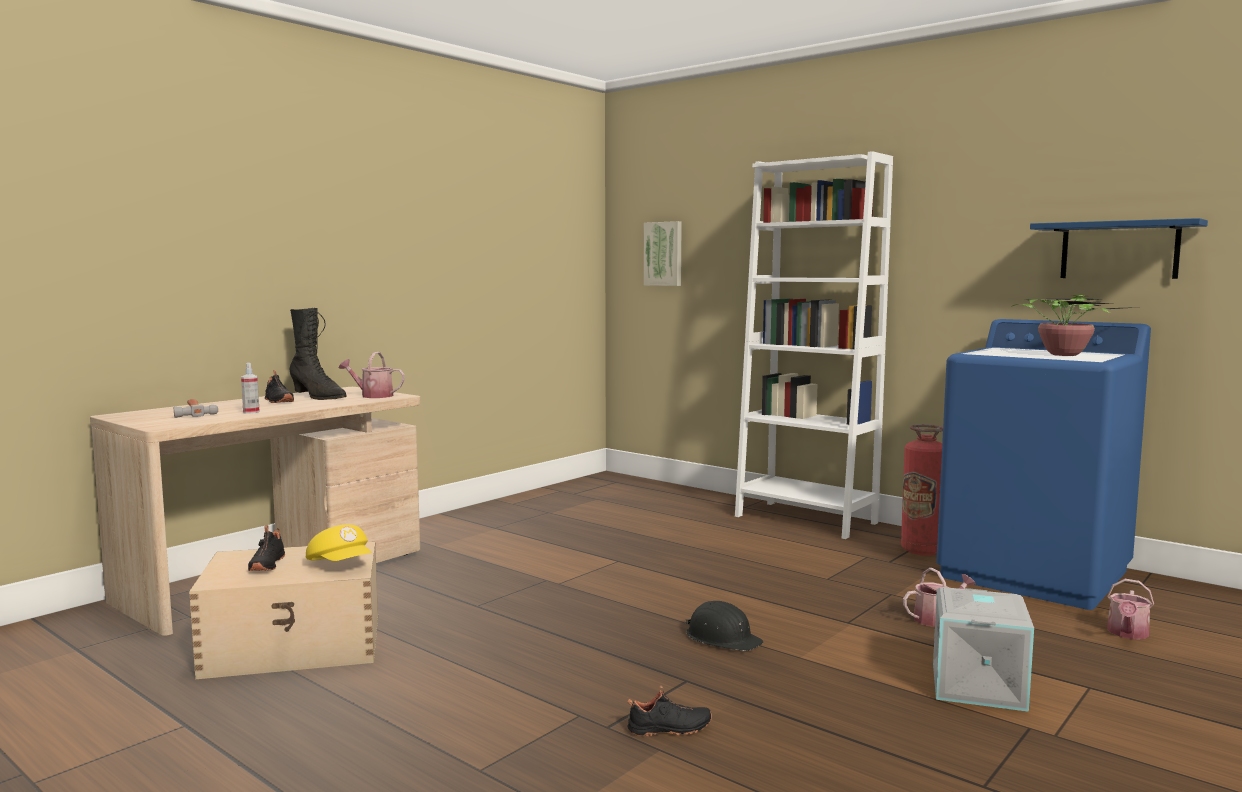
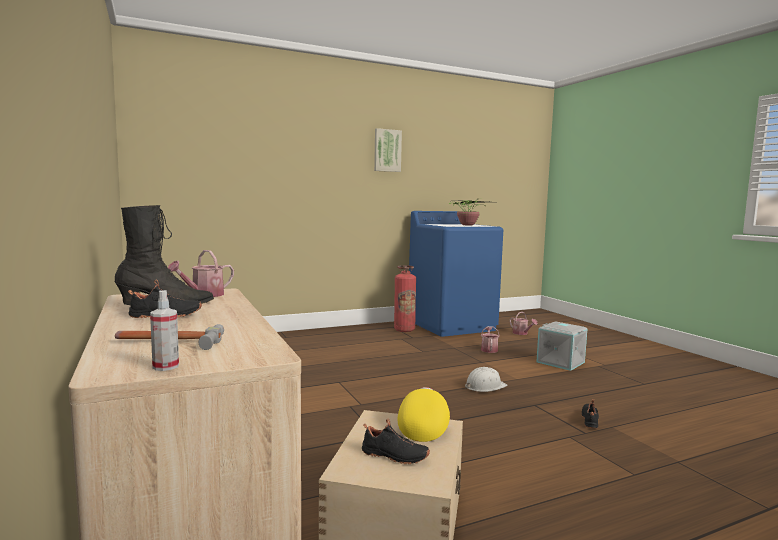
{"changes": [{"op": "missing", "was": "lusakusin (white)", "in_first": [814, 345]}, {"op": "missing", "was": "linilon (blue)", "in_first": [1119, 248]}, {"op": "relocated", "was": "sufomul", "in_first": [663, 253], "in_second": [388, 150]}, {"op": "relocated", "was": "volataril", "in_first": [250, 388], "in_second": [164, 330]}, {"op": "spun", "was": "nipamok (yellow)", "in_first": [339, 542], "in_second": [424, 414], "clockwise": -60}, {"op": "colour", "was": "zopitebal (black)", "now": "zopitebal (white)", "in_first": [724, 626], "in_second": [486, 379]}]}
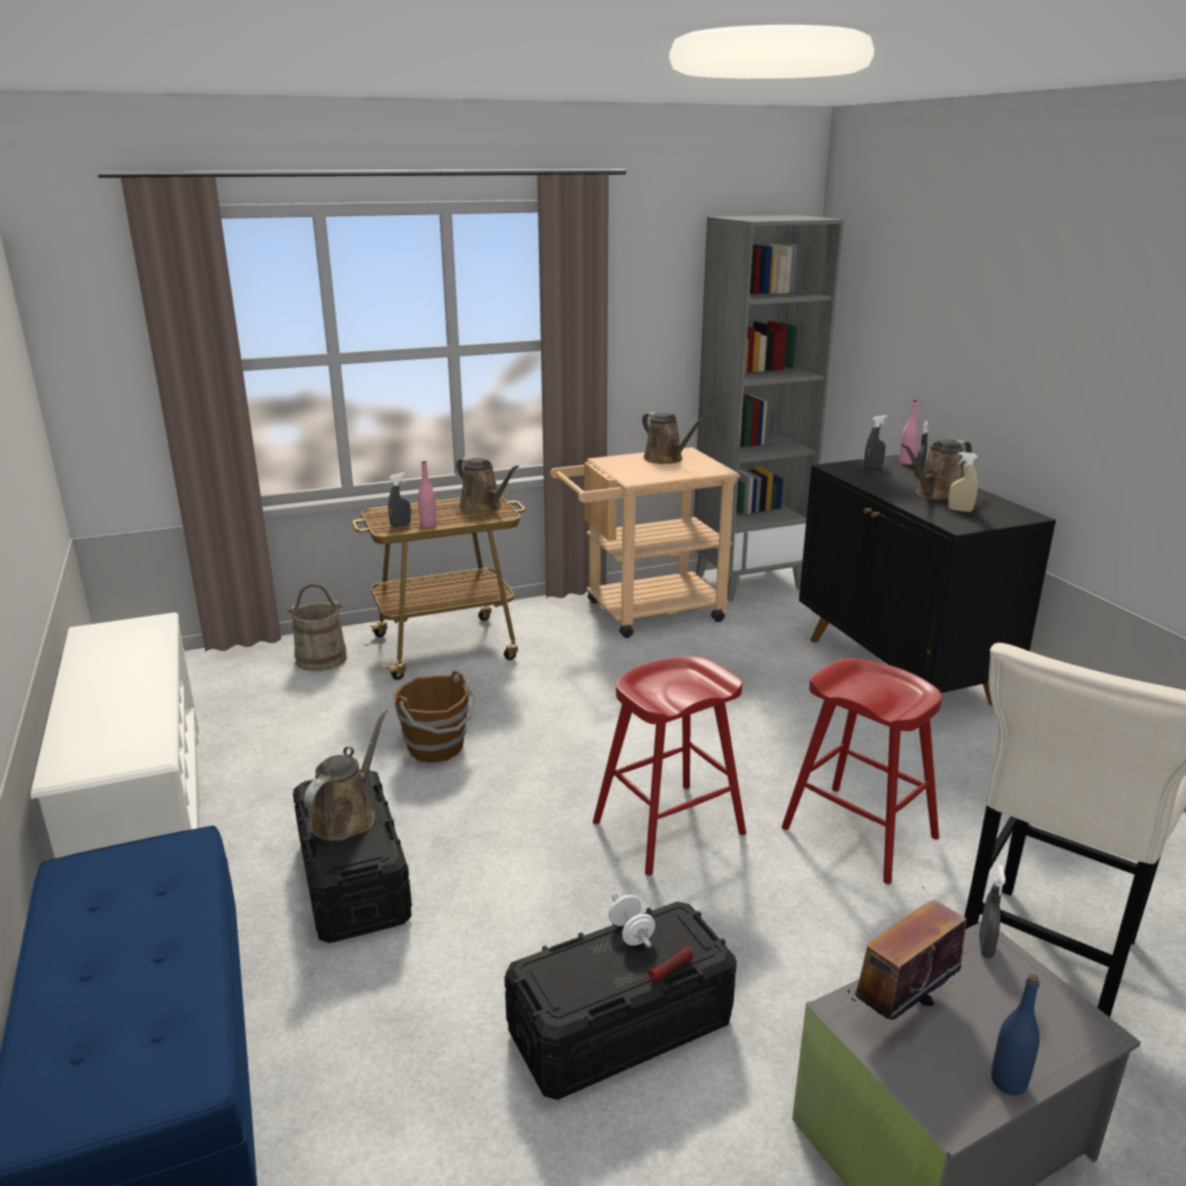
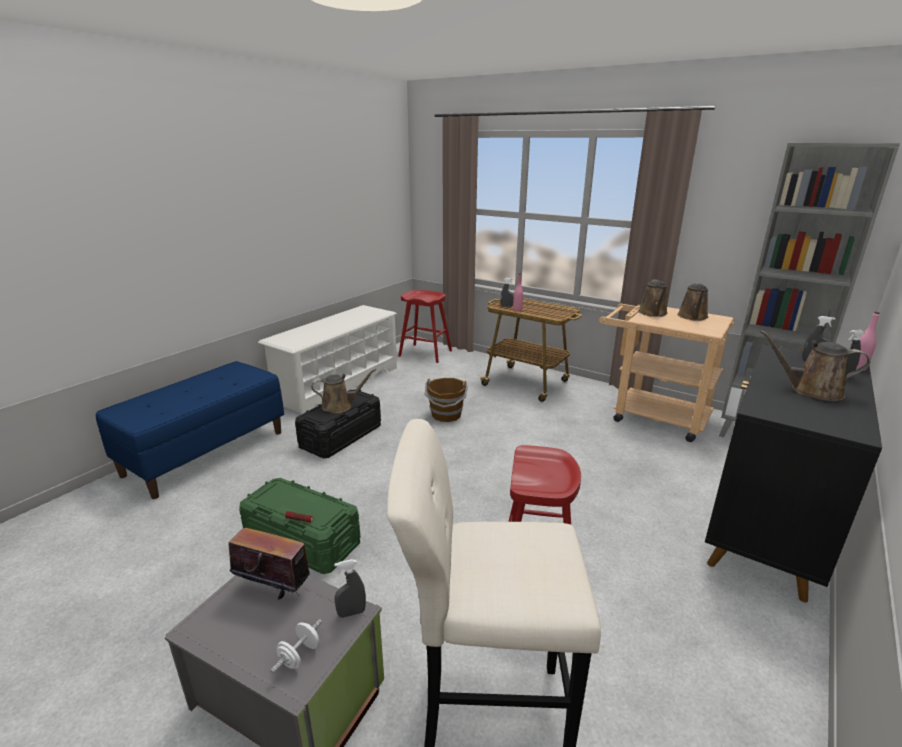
{"changes": [{"op": "missing", "was": "volataril (beige)", "in_first": [963, 482]}, {"op": "relocated", "was": "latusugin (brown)", "in_first": [487, 485], "in_second": [653, 298]}, {"op": "missing", "was": "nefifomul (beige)", "in_first": [317, 627]}, {"op": "relocated", "was": "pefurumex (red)", "in_first": [669, 766], "in_second": [425, 326]}, {"op": "relocated", "was": "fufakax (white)", "in_first": [632, 921], "in_second": [296, 646]}, {"op": "colour", "was": "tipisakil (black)", "now": "tipisakil (green)", "in_first": [620, 1001], "in_second": [299, 526]}, {"op": "missing", "was": "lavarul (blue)", "in_first": [1015, 1034]}]}
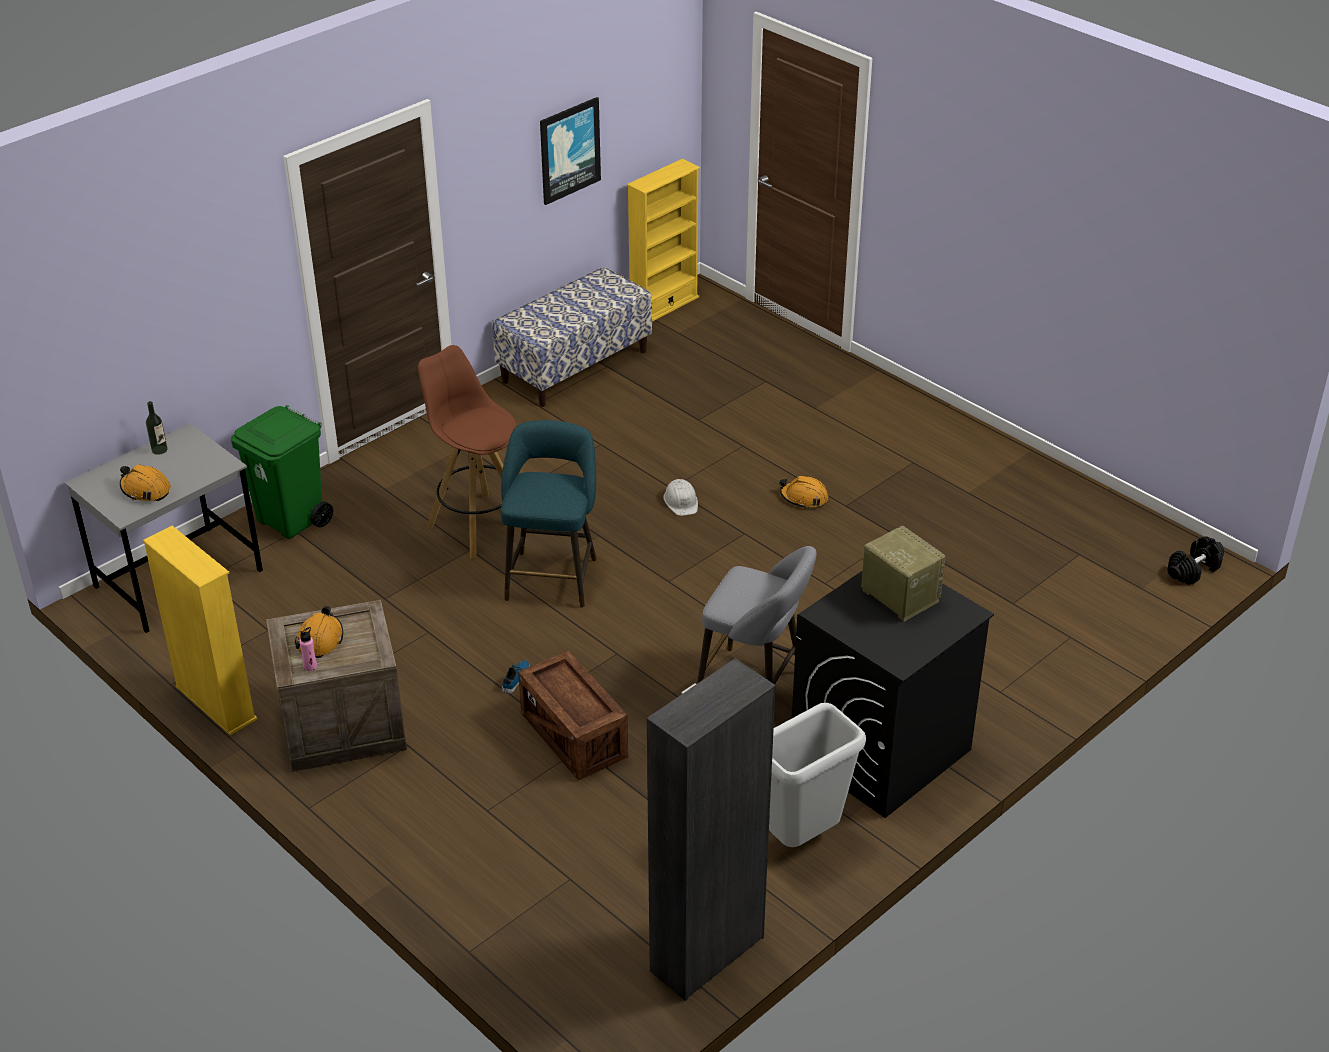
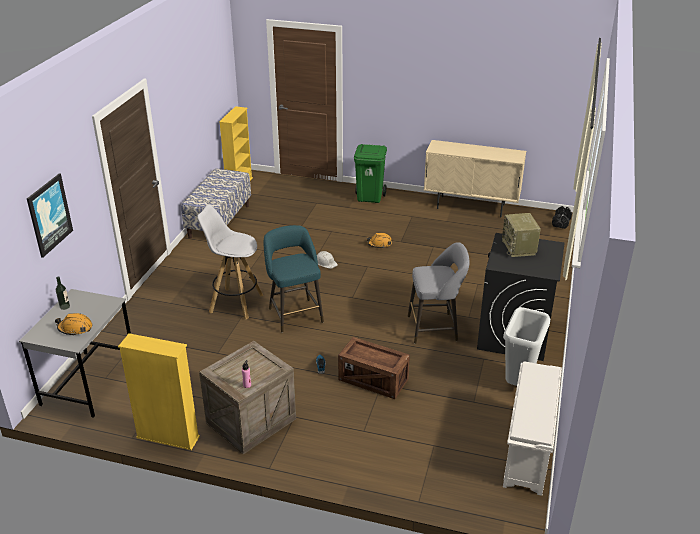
{"changes": [{"op": "relocated", "was": "sufomul", "in_first": [570, 151], "in_second": [50, 216]}, {"op": "colour", "was": "pefurumex (brown)", "now": "pefurumex (white)", "in_first": [467, 451], "in_second": [230, 261]}, {"op": "relocated", "was": "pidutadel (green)", "in_first": [282, 472], "in_second": [370, 173]}, {"op": "spun", "was": "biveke", "in_first": [903, 574], "in_second": [521, 235], "clockwise": -120}, {"op": "missing", "was": "zopitebal (orange)", "in_first": [318, 632]}, {"op": "exchanged", "was": "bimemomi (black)", "now": "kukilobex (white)", "in_first": [711, 829], "in_second": [532, 428]}, {"op": "appeared", "now": "bimemomi (beige)", "in_second": [475, 179]}]}
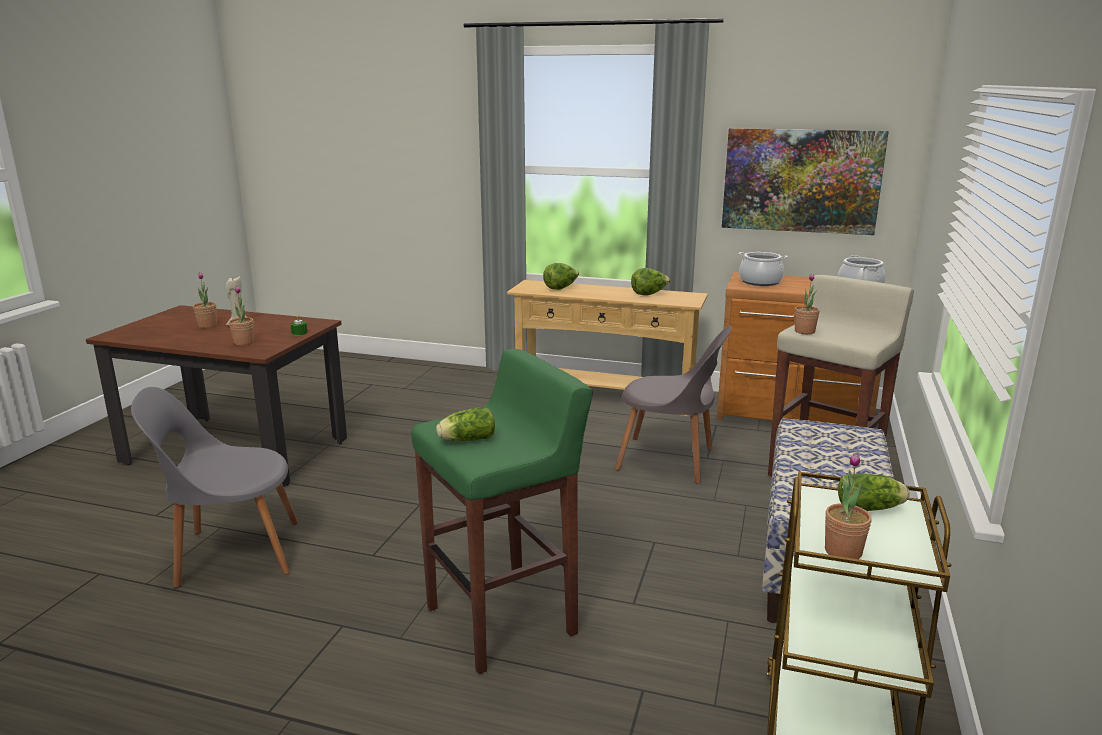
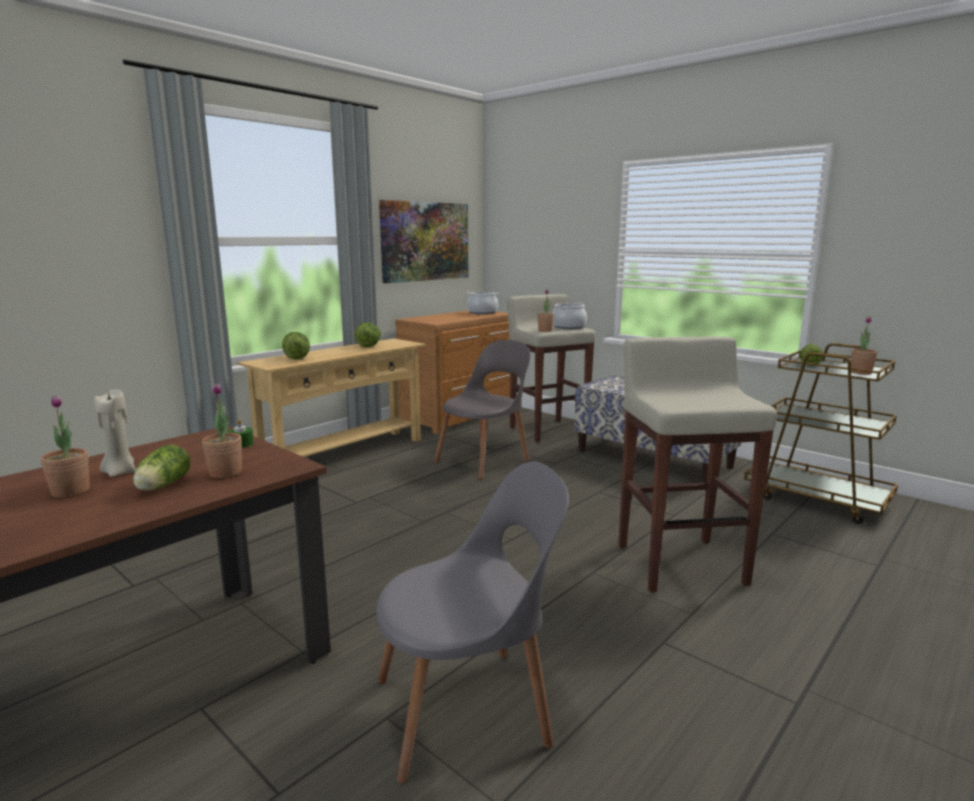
{"changes": [{"op": "relocated", "was": "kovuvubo", "in_first": [763, 269], "in_second": [569, 316]}, {"op": "colour", "was": "pefurumex (green)", "now": "pefurumex (beige)", "in_first": [502, 511], "in_second": [697, 464]}, {"op": "spun", "was": "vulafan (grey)", "in_first": [214, 487], "in_second": [472, 622], "clockwise": -120}, {"op": "relocated", "was": "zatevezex", "in_first": [465, 424], "in_second": [161, 468]}]}
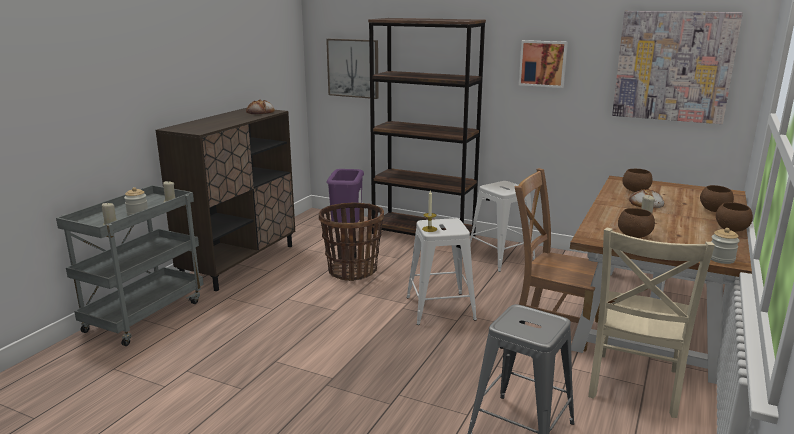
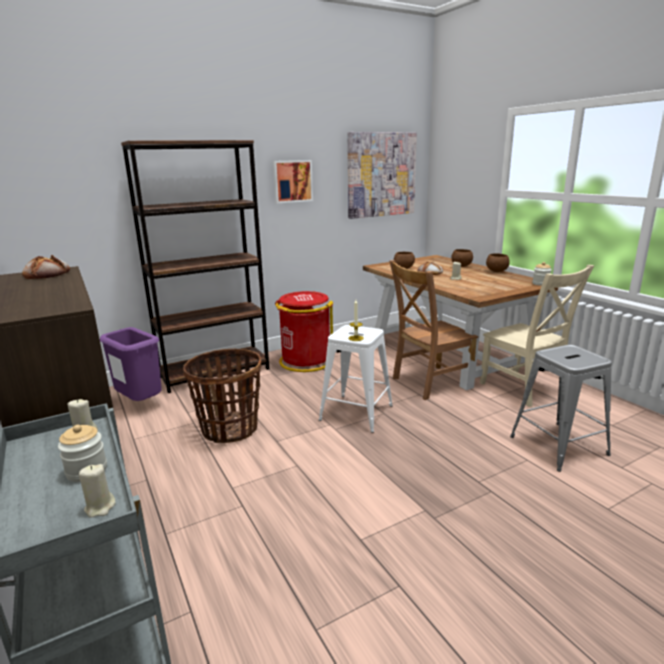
{"changes": [{"op": "missing", "was": "sufomul", "in_first": [352, 69]}, {"op": "exchanged", "was": "pefurumex (white)", "now": "pidutadel (red)", "in_first": [502, 226], "in_second": [304, 331]}, {"op": "missing", "was": "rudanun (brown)", "in_first": [636, 223]}]}
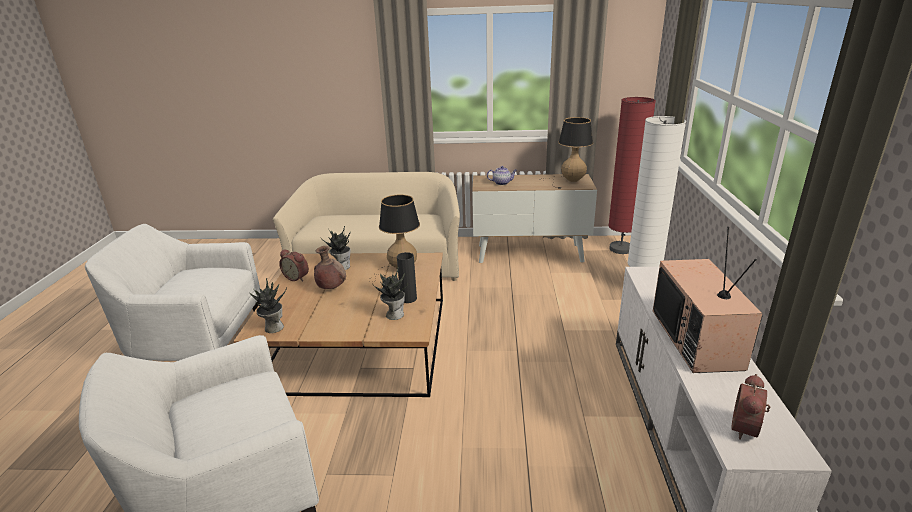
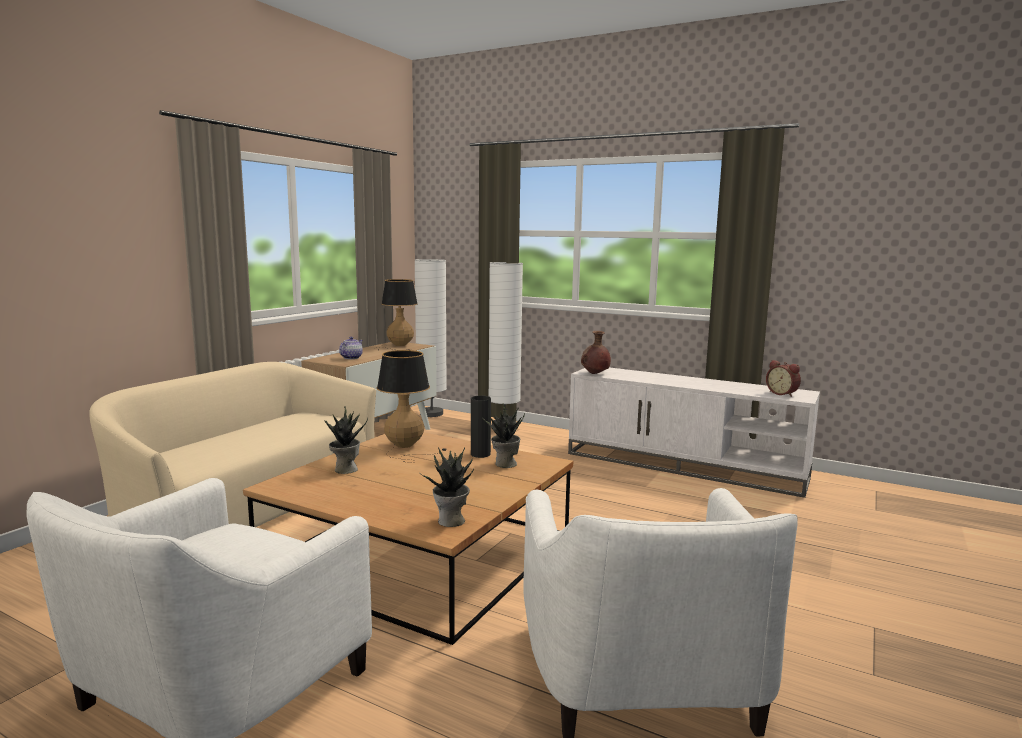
{"changes": [{"op": "colour", "was": "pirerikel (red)", "now": "pirerikel (white)", "in_first": [632, 175], "in_second": [430, 338]}, {"op": "missing", "was": "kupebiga", "in_first": [708, 300]}, {"op": "relocated", "was": "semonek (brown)", "in_first": [330, 267], "in_second": [596, 352]}, {"op": "missing", "was": "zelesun", "in_first": [294, 265]}]}
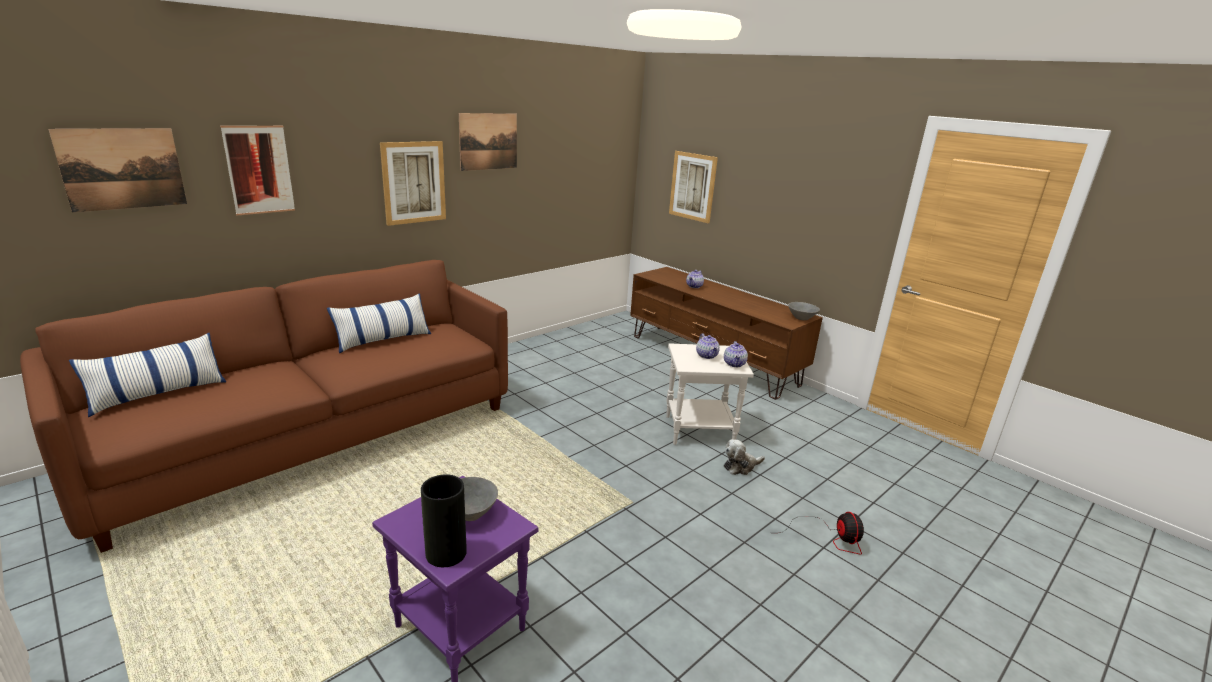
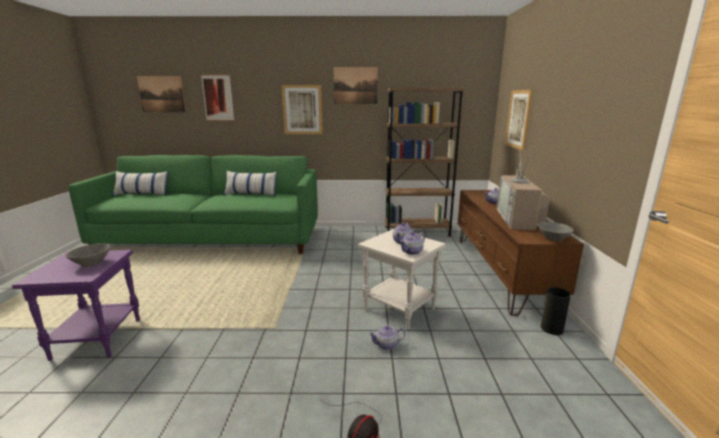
{"changes": [{"op": "colour", "was": "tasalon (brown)", "now": "tasalon (green)", "in_first": [264, 406], "in_second": [193, 204]}, {"op": "exchanged", "was": "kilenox", "now": "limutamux", "in_first": [744, 457], "in_second": [387, 337]}, {"op": "relocated", "was": "semonek", "in_first": [444, 520], "in_second": [556, 311]}, {"op": "appeared", "now": "lusakusin (brown)", "in_second": [425, 162]}, {"op": "appeared", "now": "kupebiga", "in_second": [523, 190]}]}
